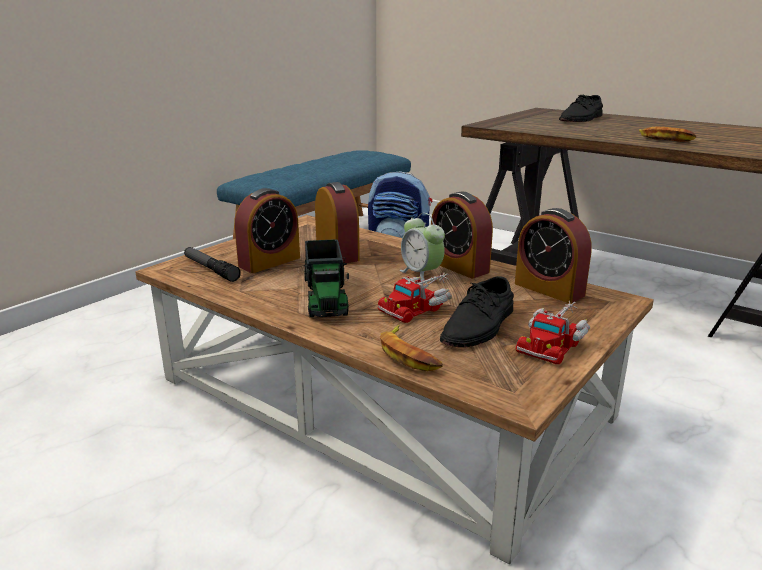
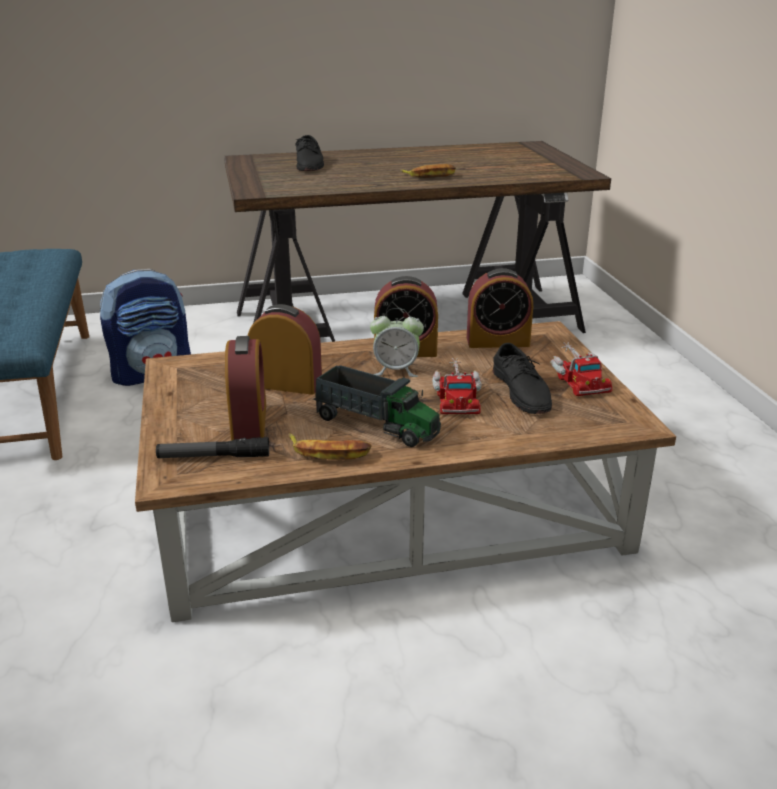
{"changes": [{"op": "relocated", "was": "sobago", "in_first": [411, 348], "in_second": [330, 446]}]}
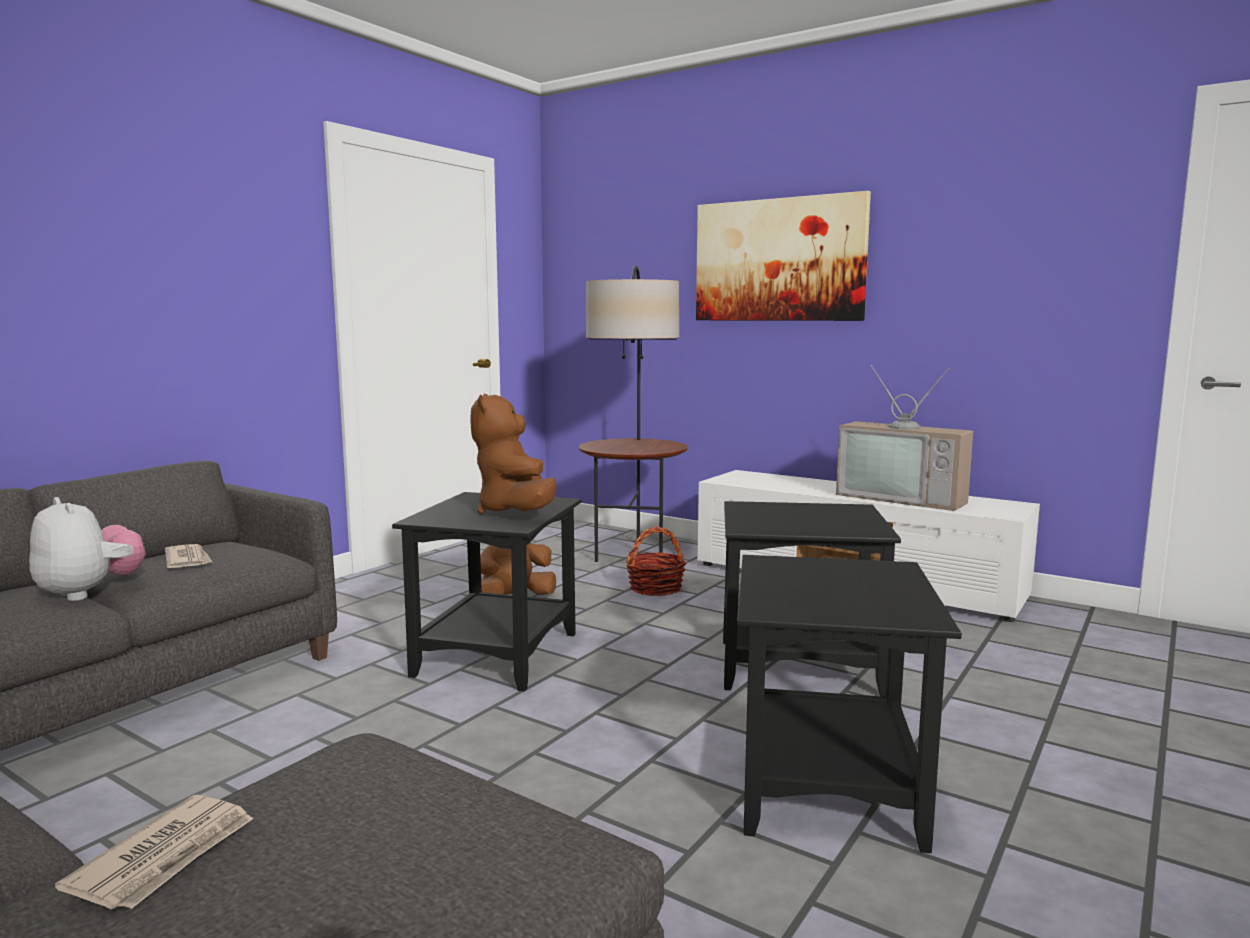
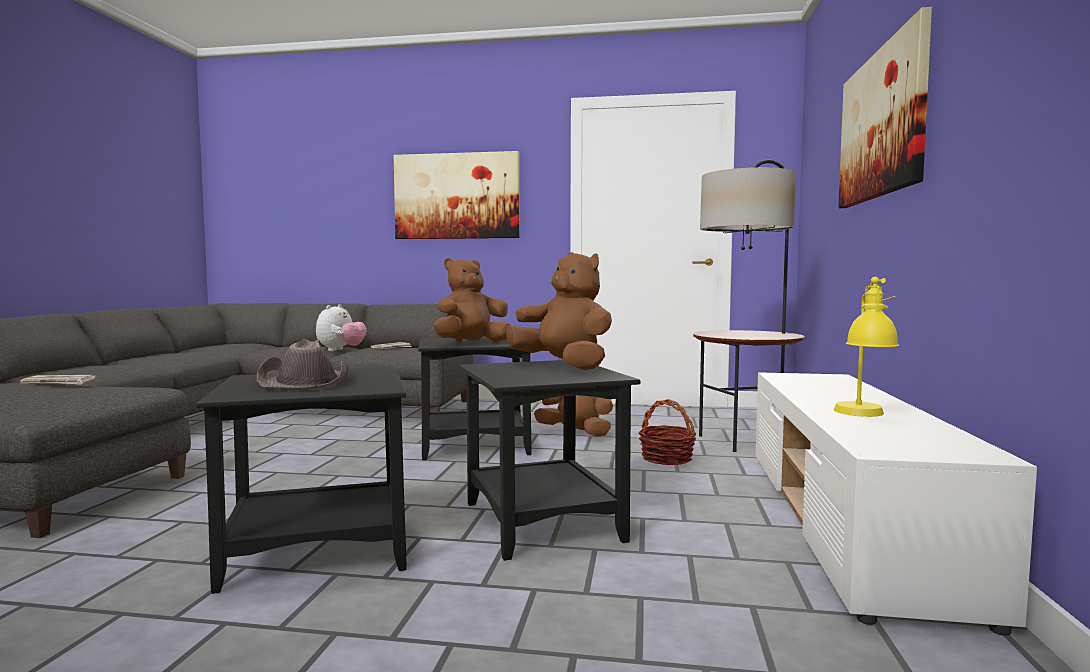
{"changes": [{"op": "exchanged", "was": "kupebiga", "now": "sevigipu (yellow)", "in_first": [904, 438], "in_second": [866, 347]}, {"op": "appeared", "now": "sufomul", "in_second": [456, 195]}, {"op": "appeared", "now": "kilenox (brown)", "in_second": [559, 311]}, {"op": "appeared", "now": "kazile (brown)", "in_second": [302, 364]}]}
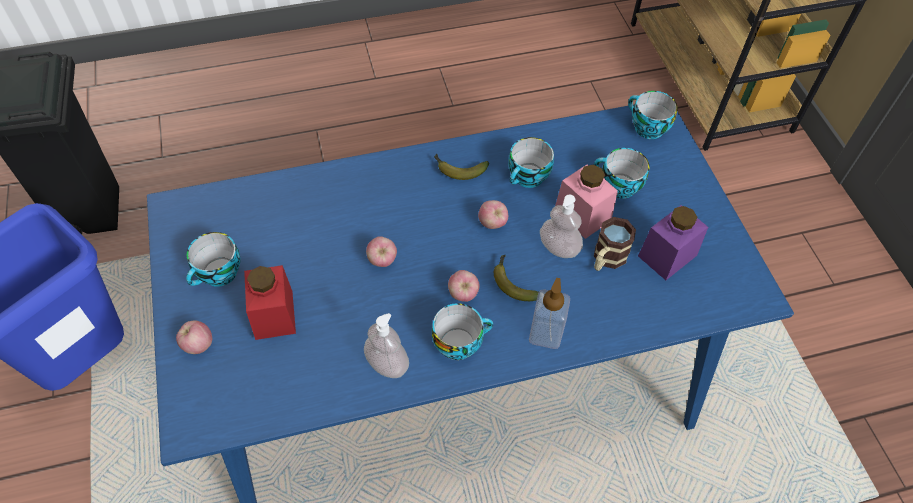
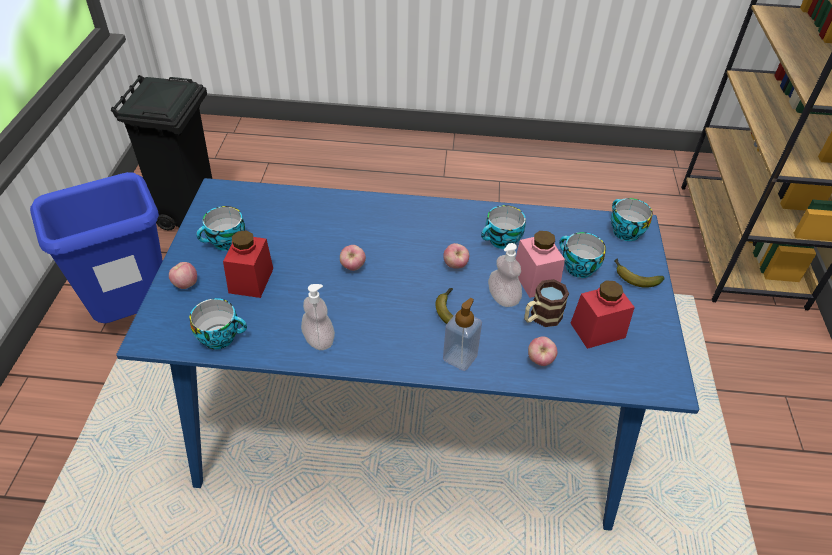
{"changes": [{"op": "relocated", "was": "sobago", "in_first": [461, 167], "in_second": [639, 273]}, {"op": "colour", "was": "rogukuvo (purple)", "now": "rogukuvo (red)", "in_first": [673, 242], "in_second": [602, 314]}, {"op": "relocated", "was": "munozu", "in_first": [464, 286], "in_second": [543, 351]}, {"op": "relocated", "was": "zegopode", "in_first": [462, 331], "in_second": [218, 324]}]}
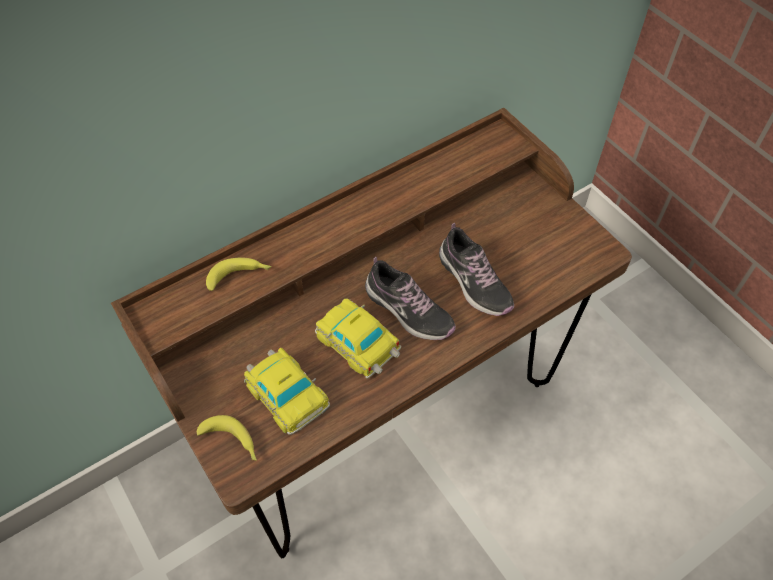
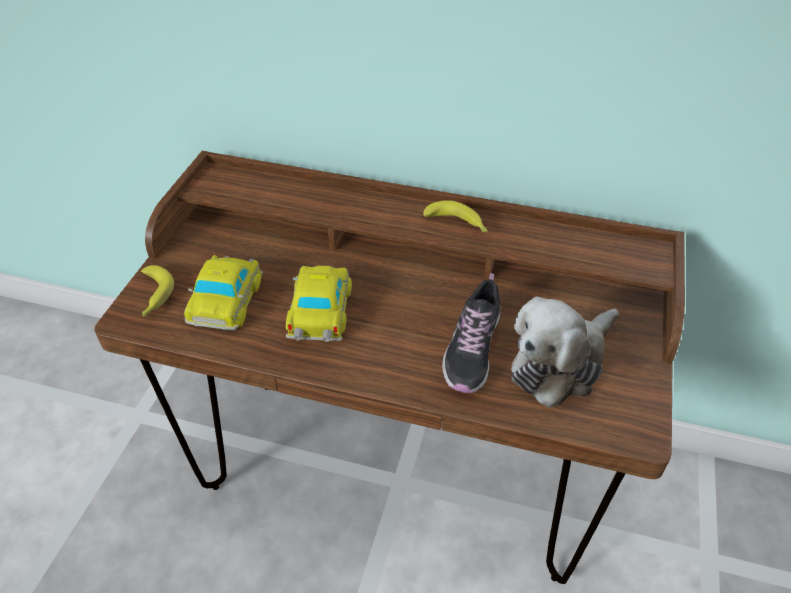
{"changes": [{"op": "relocated", "was": "sobago", "in_first": [239, 274], "in_second": [455, 216]}, {"op": "missing", "was": "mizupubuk", "in_first": [410, 298]}, {"op": "appeared", "now": "kilenox", "in_second": [565, 352]}]}
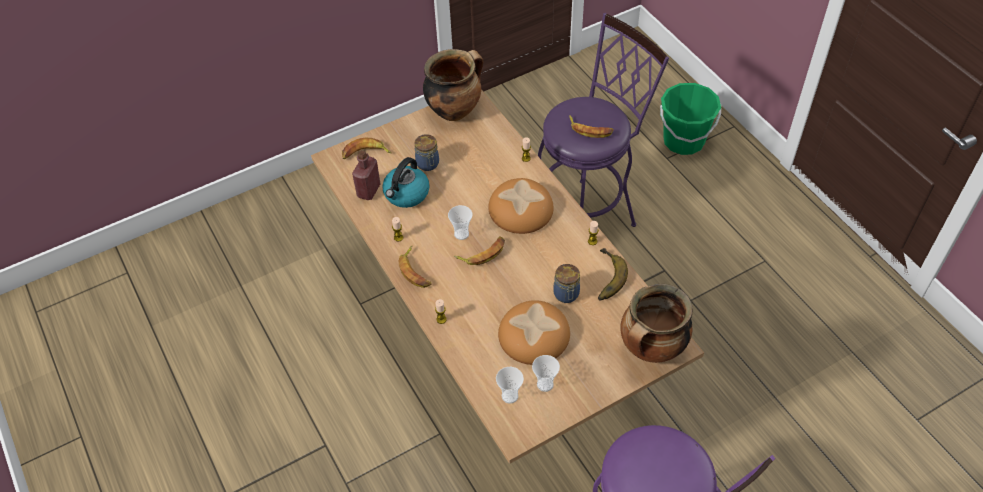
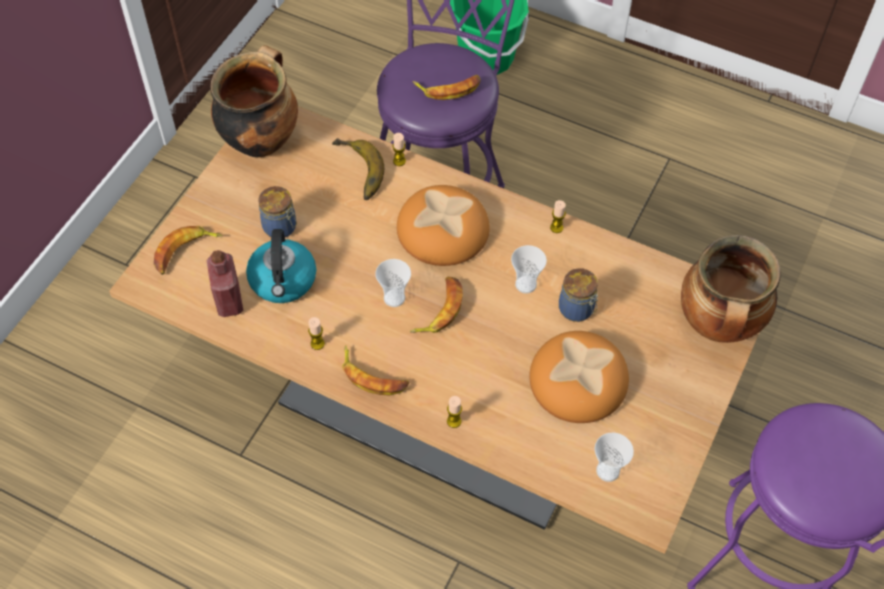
{"changes": [{"op": "relocated", "was": "sobago", "in_first": [613, 274], "in_second": [358, 169]}, {"op": "relocated", "was": "zegopode", "in_first": [546, 373], "in_second": [529, 269]}]}
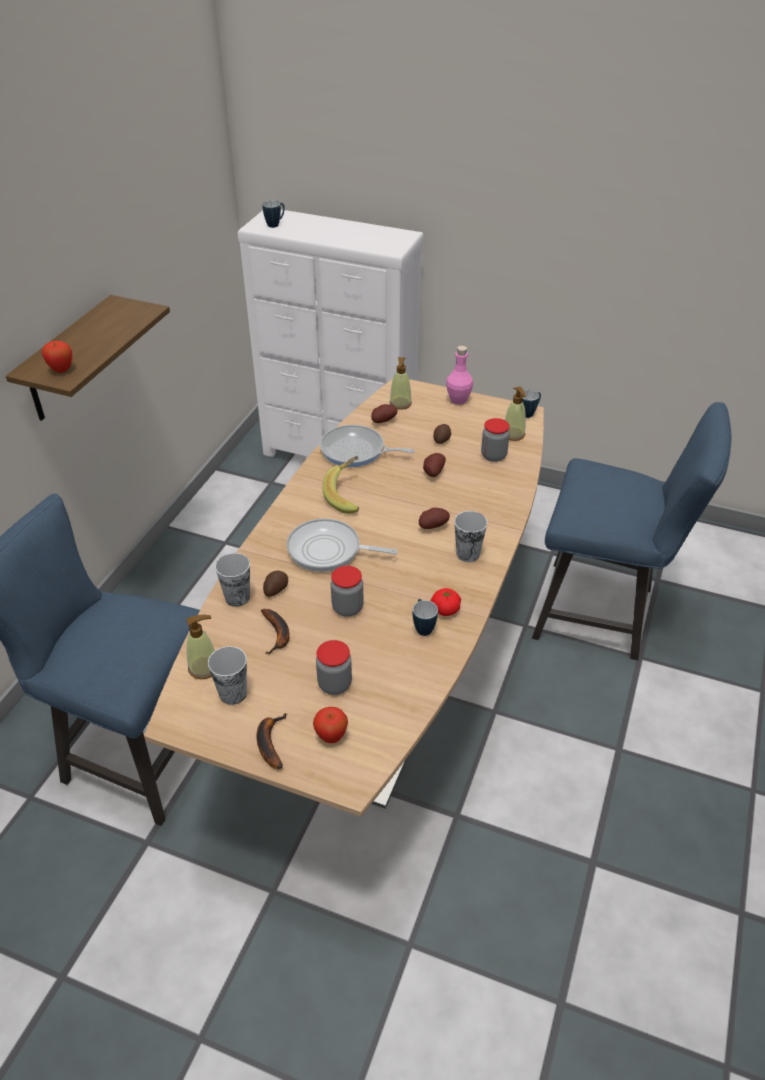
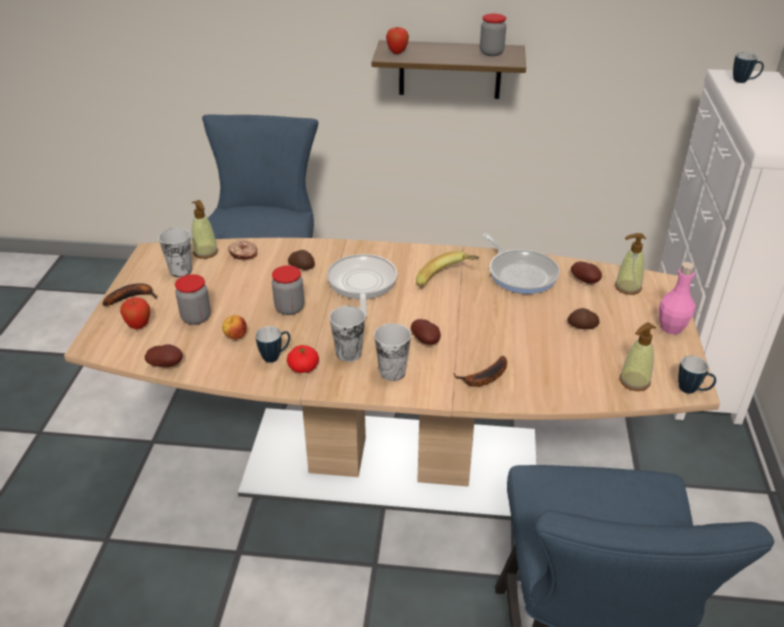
{"changes": [{"op": "relocated", "was": "rogukuvo", "in_first": [495, 440], "in_second": [493, 35]}, {"op": "spun", "was": "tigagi", "in_first": [367, 446], "in_second": [521, 263], "clockwise": 150}, {"op": "relocated", "was": "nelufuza", "in_first": [434, 465], "in_second": [164, 355]}, {"op": "relocated", "was": "zegopode", "in_first": [232, 580], "in_second": [347, 334]}, {"op": "relocated", "was": "sobago", "in_first": [275, 631], "in_second": [480, 371]}, {"op": "appeared", "now": "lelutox", "in_second": [242, 250]}, {"op": "appeared", "now": "munozu", "in_second": [234, 327]}]}
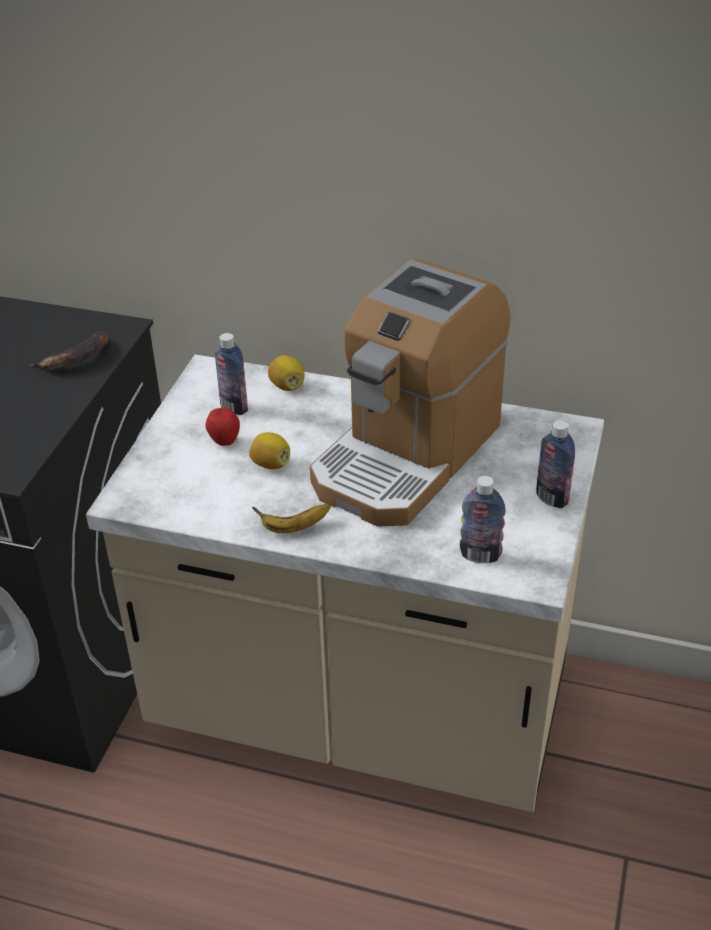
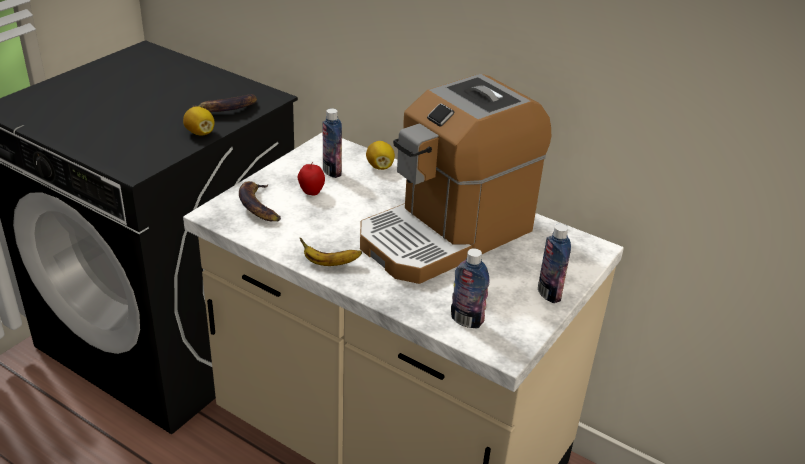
{"changes": [{"op": "relocated", "was": "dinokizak", "in_first": [269, 450], "in_second": [199, 120]}, {"op": "appeared", "now": "sobago", "in_second": [260, 201]}]}
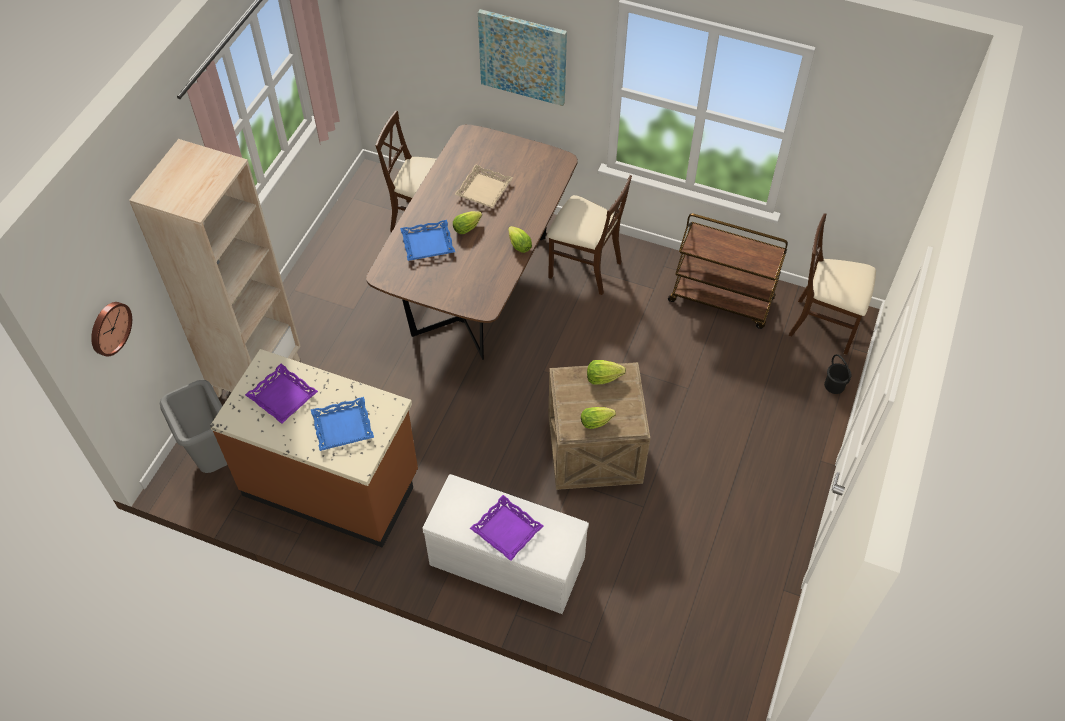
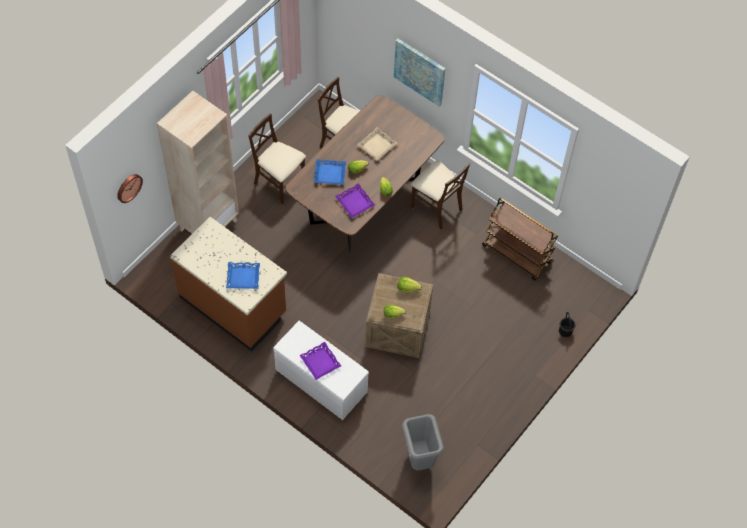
{"changes": [{"op": "relocated", "was": "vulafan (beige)", "in_first": [832, 284], "in_second": [277, 159]}, {"op": "relocated", "was": "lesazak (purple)", "in_first": [281, 393], "in_second": [355, 200]}, {"op": "relocated", "was": "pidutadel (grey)", "in_first": [193, 426], "in_second": [423, 442]}]}
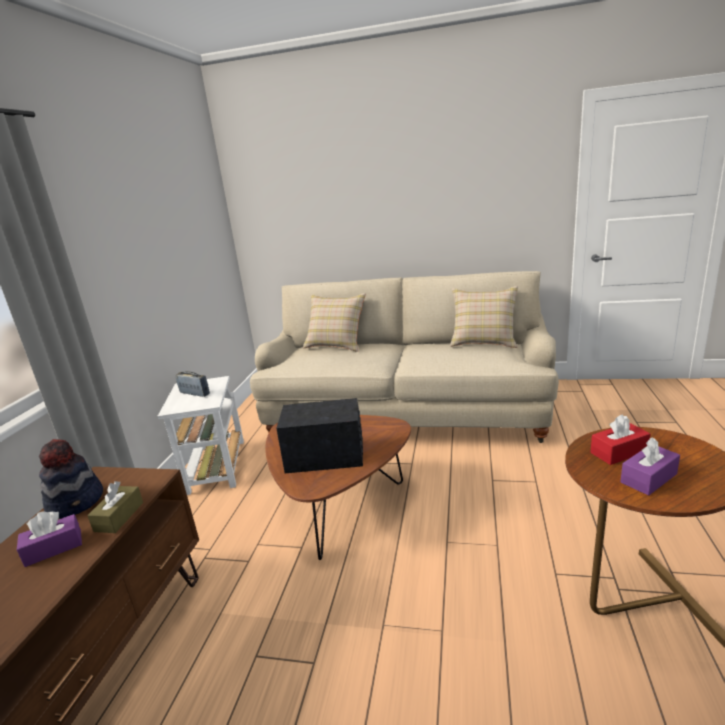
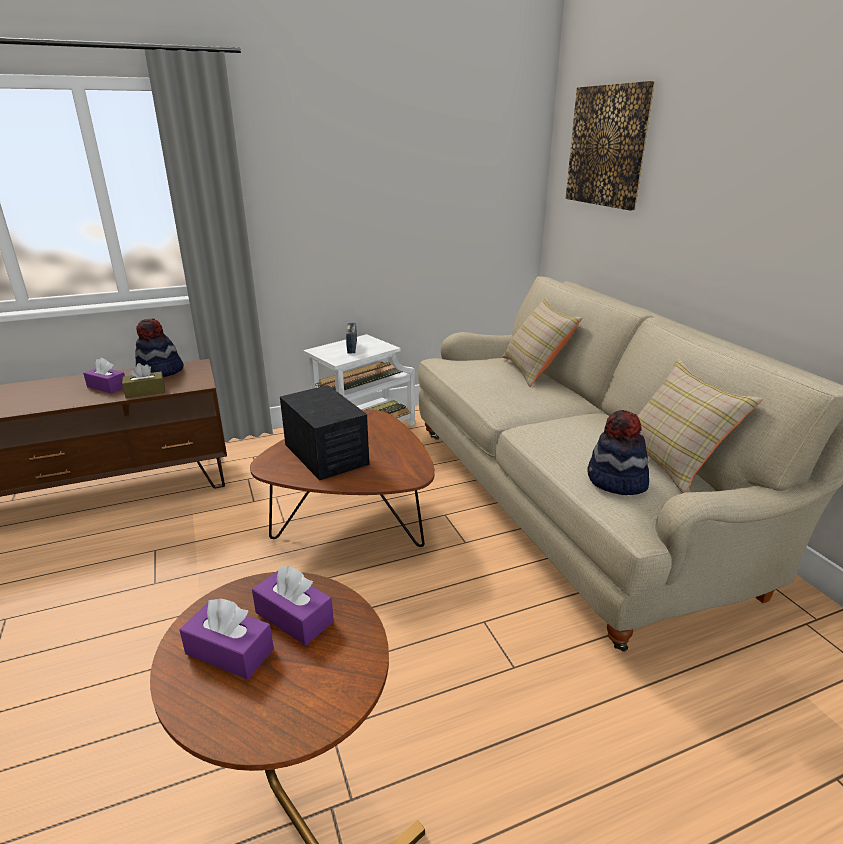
{"changes": [{"op": "colour", "was": "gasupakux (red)", "now": "gasupakux (purple)", "in_first": [620, 439], "in_second": [293, 606]}, {"op": "appeared", "now": "sufomul", "in_second": [610, 145]}, {"op": "appeared", "now": "kazile", "in_second": [618, 452]}]}
